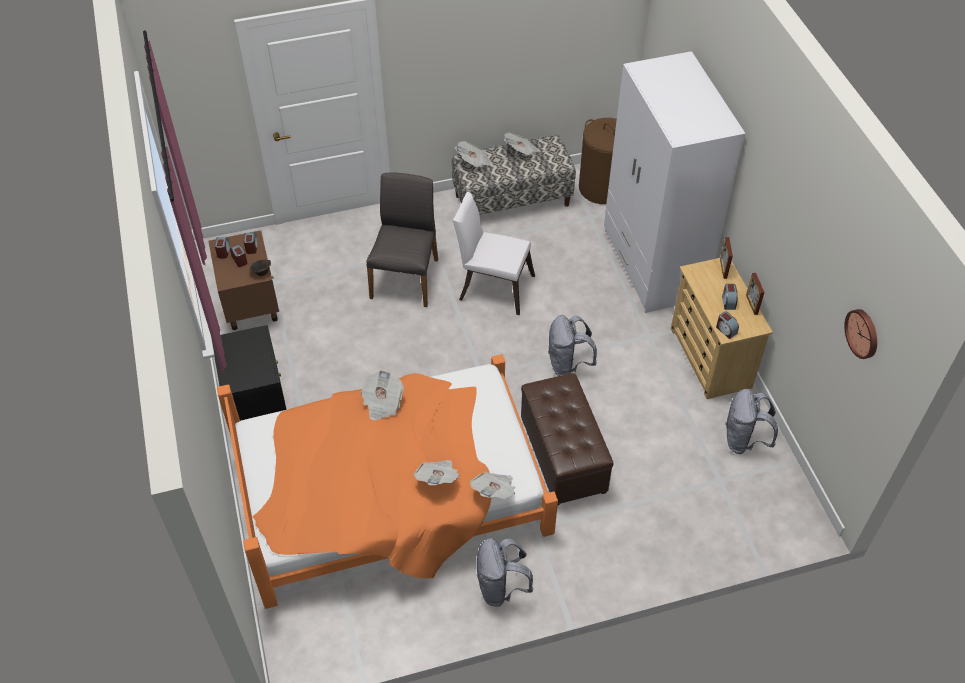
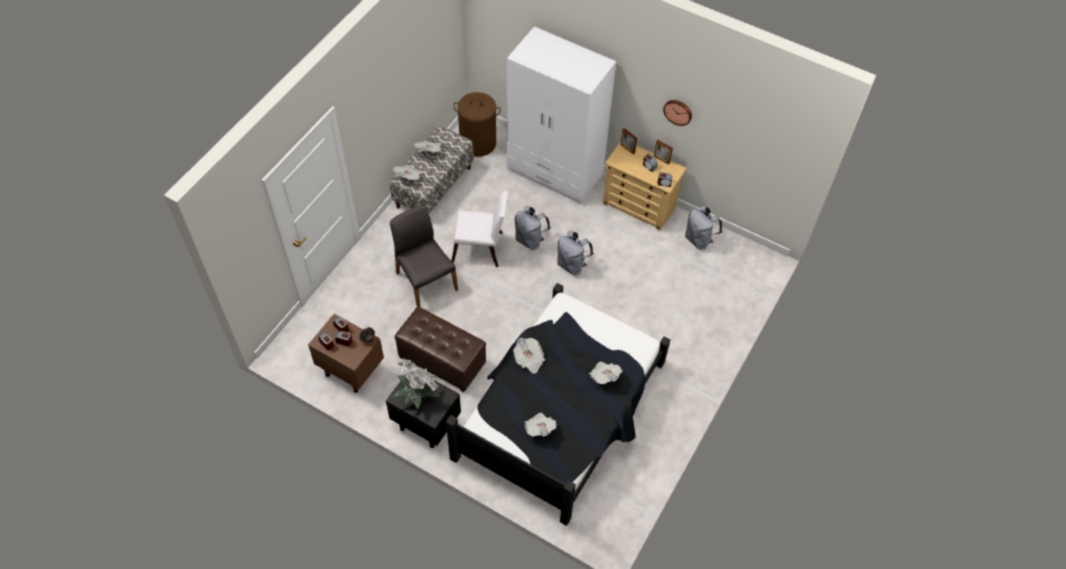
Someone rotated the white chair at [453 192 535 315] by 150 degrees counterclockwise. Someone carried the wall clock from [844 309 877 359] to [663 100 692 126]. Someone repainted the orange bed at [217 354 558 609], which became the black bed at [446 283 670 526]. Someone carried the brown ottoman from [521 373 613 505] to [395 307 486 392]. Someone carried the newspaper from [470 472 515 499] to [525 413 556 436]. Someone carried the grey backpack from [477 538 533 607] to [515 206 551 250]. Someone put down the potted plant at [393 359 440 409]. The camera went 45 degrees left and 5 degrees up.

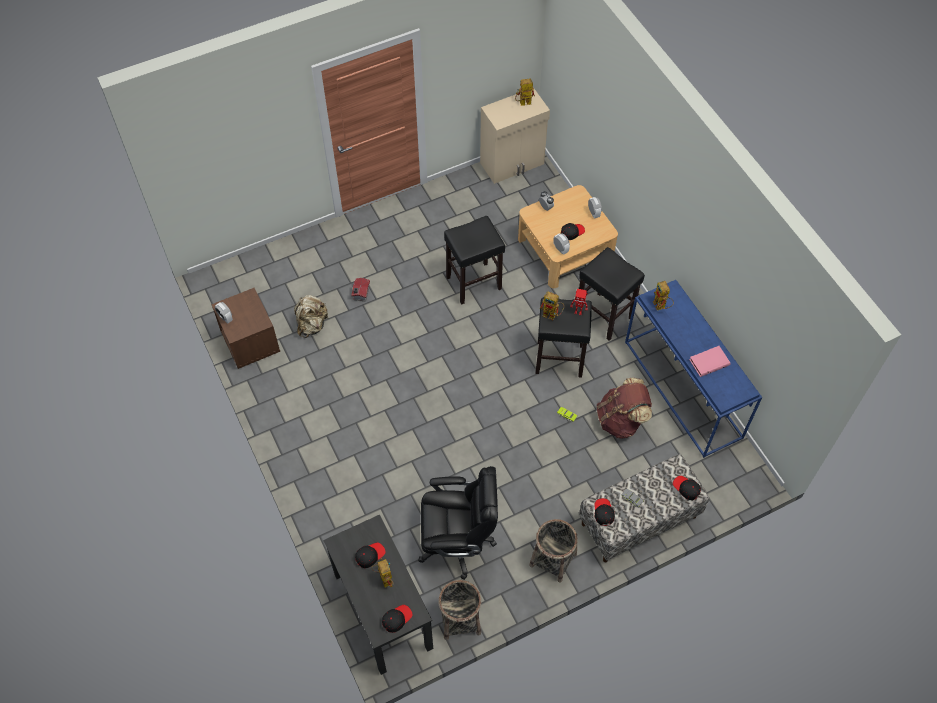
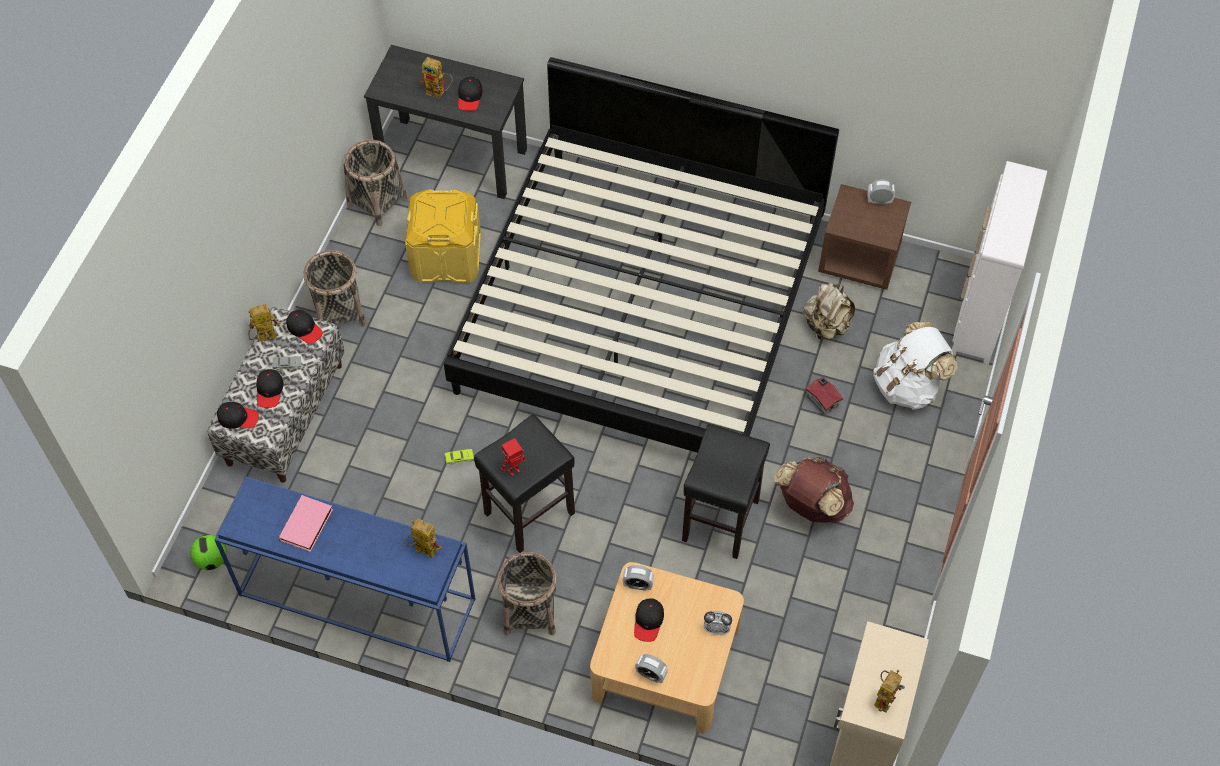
Someone swapped the black stool at [579 247 645 341] for the basket at [498 552 556 636]. Someone carried the toy robot from [539 292 564 320] to [248 304 279 342]. Someone carried the brown backpack from [596 378 652 439] to [774 456 854 523]. Someone swapped the black office chair at [418 466 498 580] for the yellow storage box at [405 189 481 283]. Someone carried the black cap from [382 605 413 633] to [256 369 284 408]. Someone put down the bed at [444 57 839 453]. Someone put down the white dresser at [952 161 1047 365]. Someone put down the white backpack at [873 321 958 410]. Someone put down the football at [190 535 227 570]. The camera went 135 degrees right and 0 degrees up.

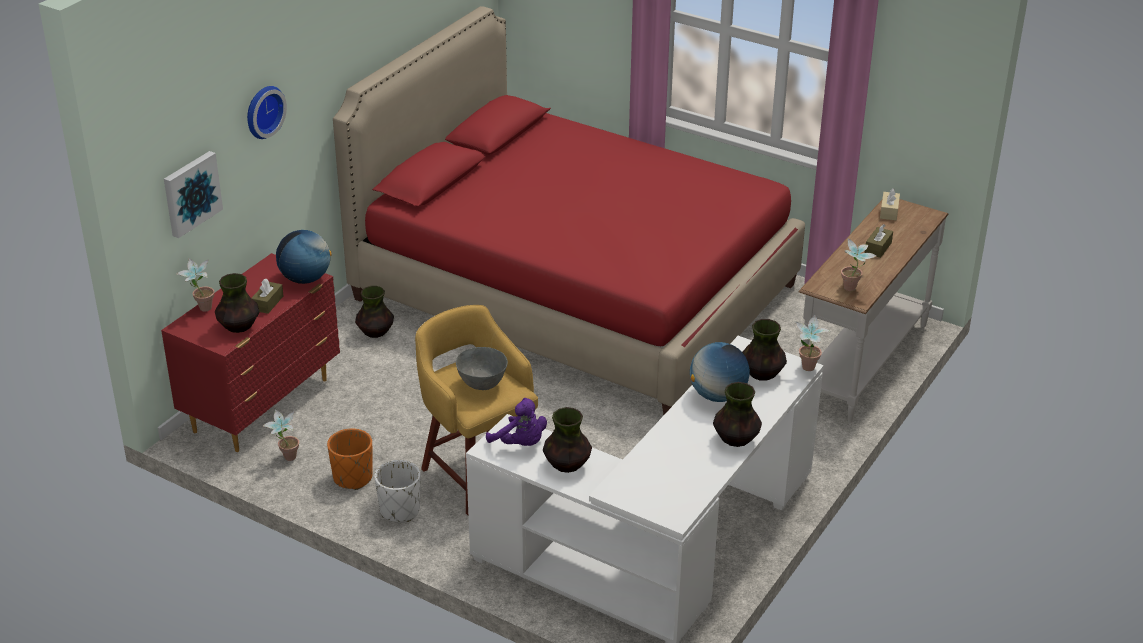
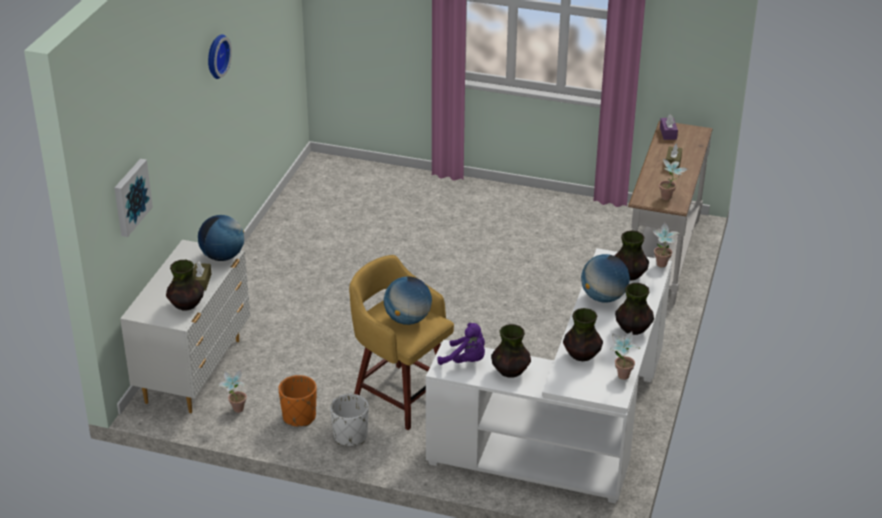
Someone took away the red bed at [333 6 805 415]. Someone carried the wall clock from [247 86 287 139] to [208 34 232 79]. Someone repainted the beige tissue box at [880 188 900 220], which became the purple tissue box at [660 114 678 140]. Someone repainted the red dresser at [161 253 340 452], which became the white dresser at [120 240 250 413]. Someone carried the potted plant from [177 258 215 311] to [610 331 640 380]. Someone carried the vase from [355 286 394 338] to [563 308 603 361]. Someone swapped the grey bowl at [456 347 508 390] for the globe at [384 276 432 325]. The camera went 15 degrees left and 0 degrees up.

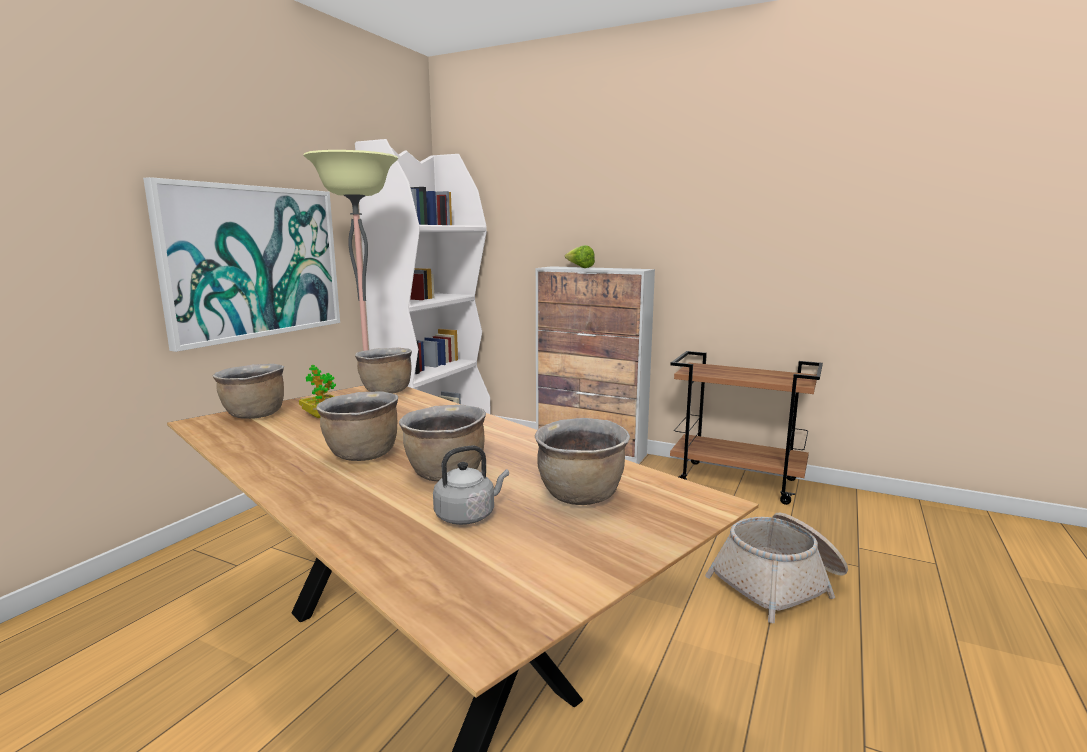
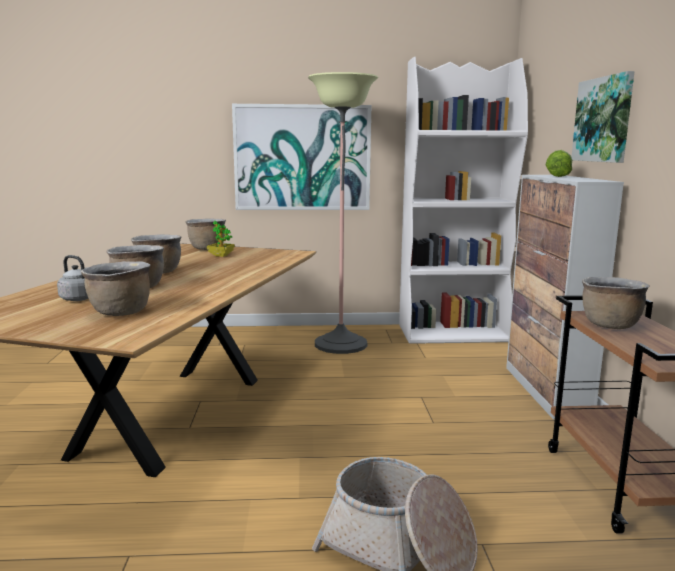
Someone carried the brown cooking pot from [355 348 412 393] to [582 277 650 329]. Someone put up the picture at [572 71 635 163]. The camera went 60 degrees right and 0 degrees up.

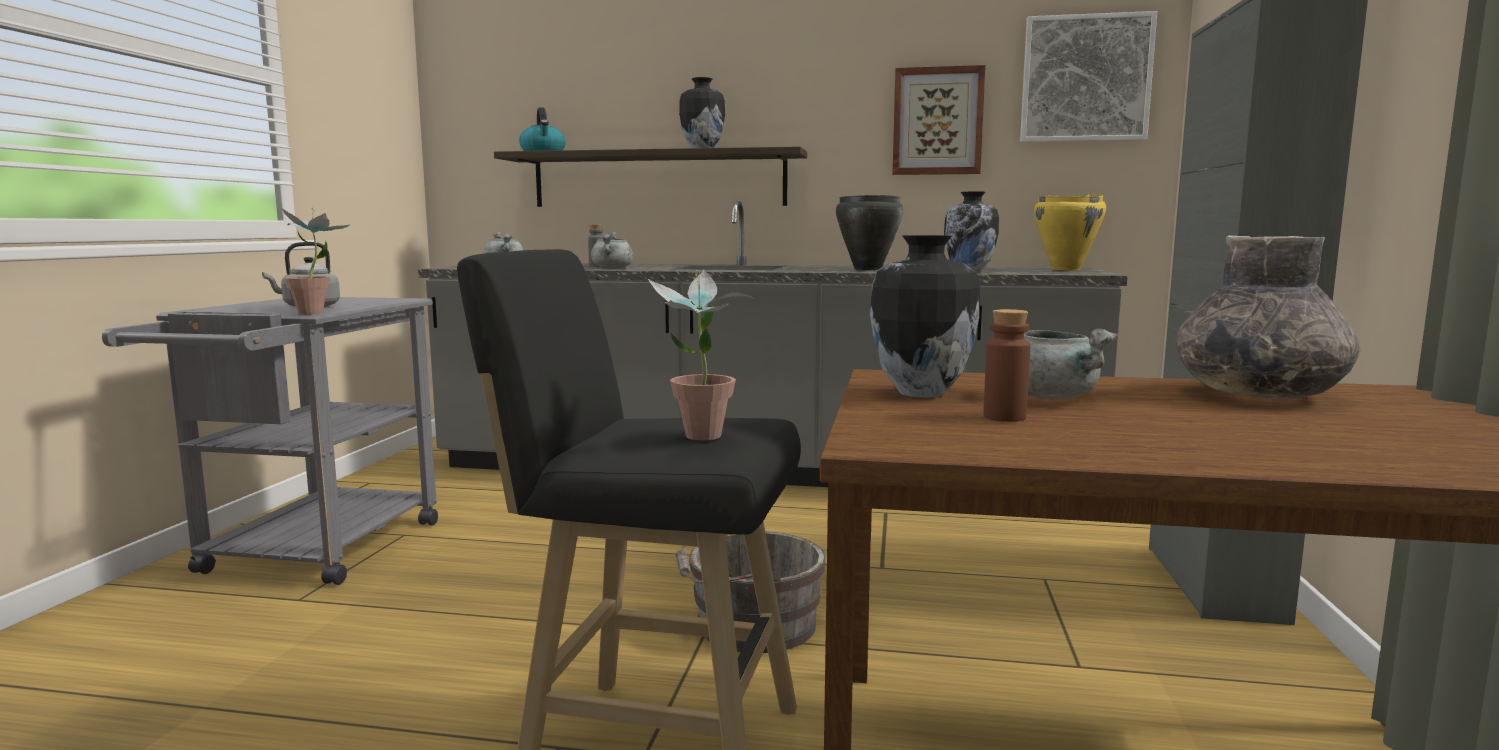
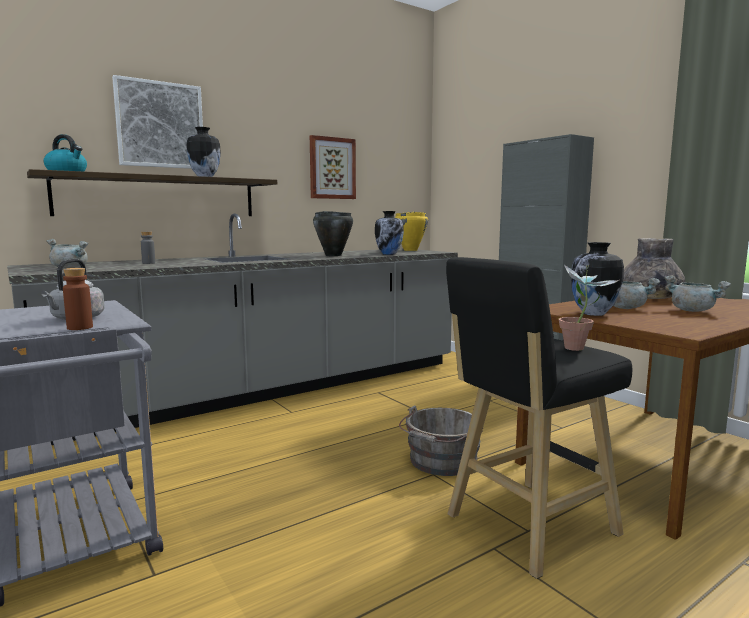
Someone carried the picture from [1020 11 1157 142] to [112 75 203 169]. Someone took away the potted plant at [282 207 352 315]. Someone carried the grey cooking pot from [591 232 633 269] to [664 275 731 312]. Someone carried the brown bottle from [983 309 1031 422] to [63 268 93 330]. The camera went 45 degrees left and 0 degrees up.

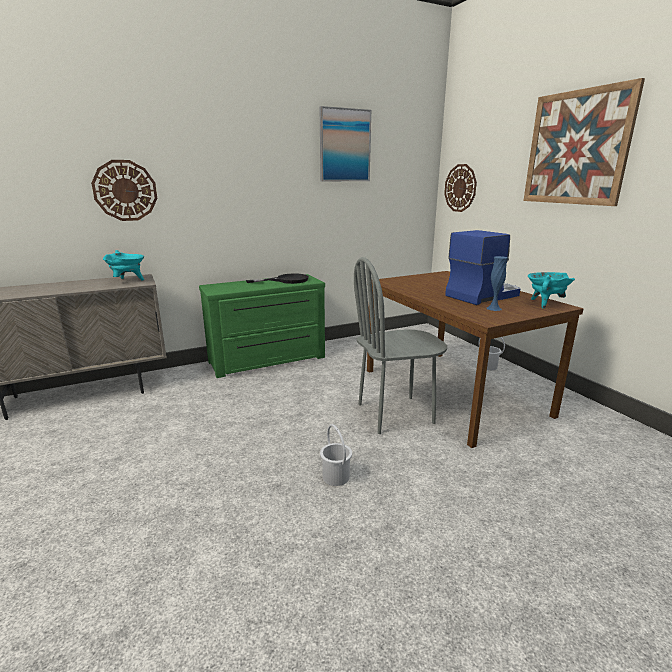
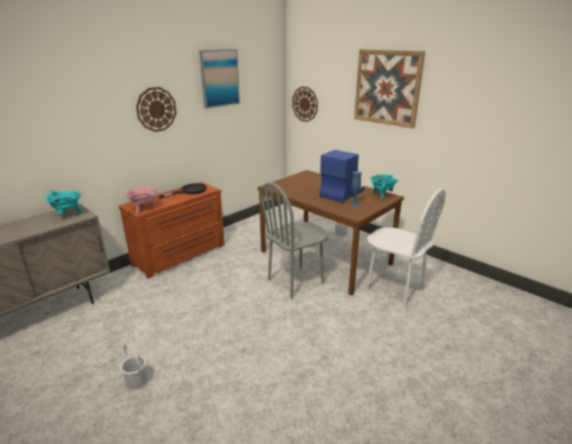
Someone carried the wall clock from [91 160 157 221] to [136 87 176 132]. Someone repainted the green dresser at [199 274 325 378], which became the brown dresser at [119 182 225 279]. Someone carried the white bucket from [320 424 352 486] to [120 344 148 390]. Someone put down the pink cooking pot at [125 186 158 214]. Someone put down the white chair at [366 188 446 308]. The camera went 20 degrees left and 5 degrees up.

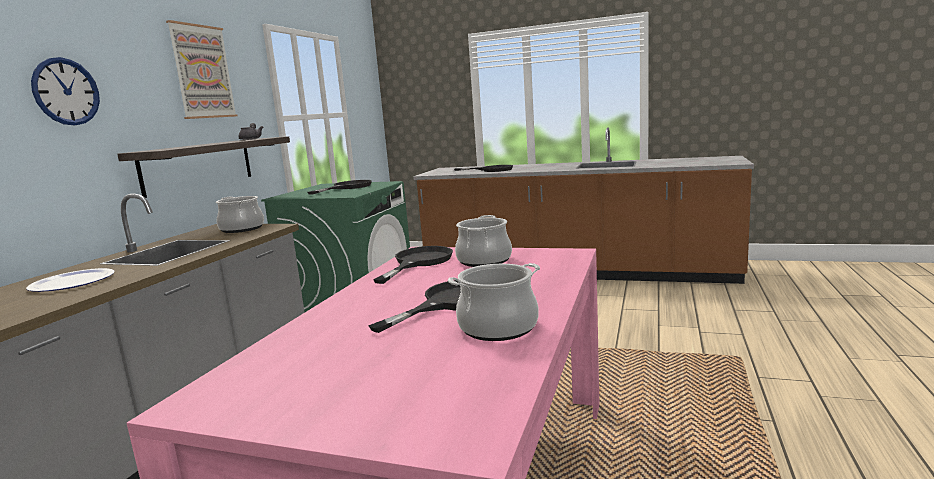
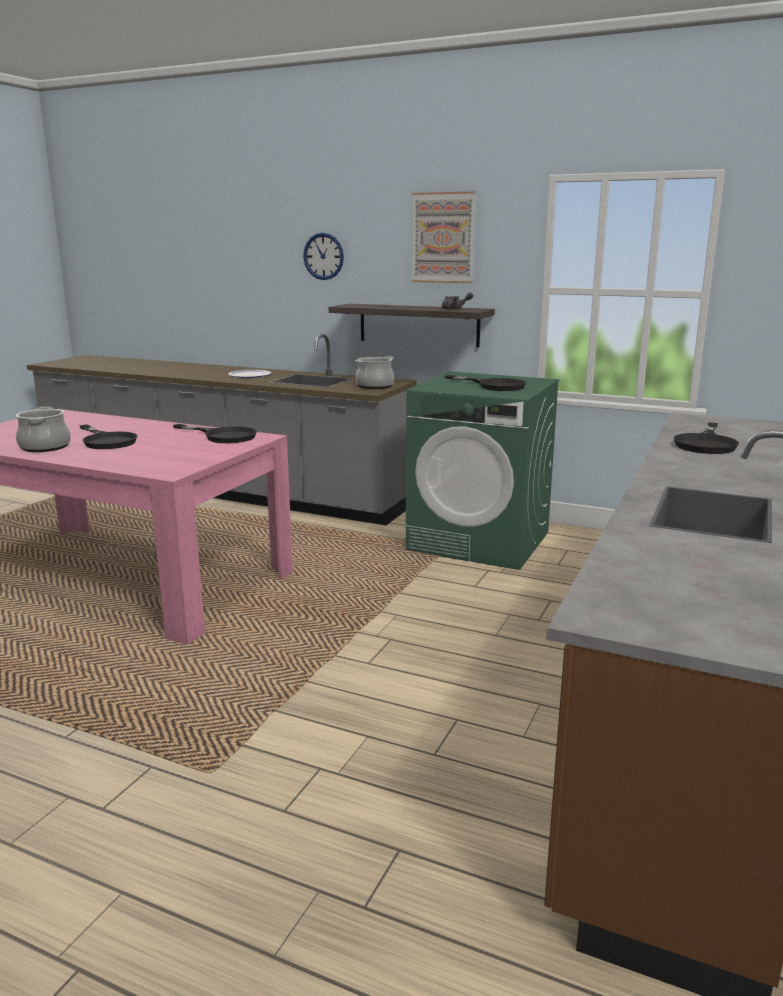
Someone took away the cooking pot at [455 215 512 267]. The camera went 95 degrees right and 5 degrees up.

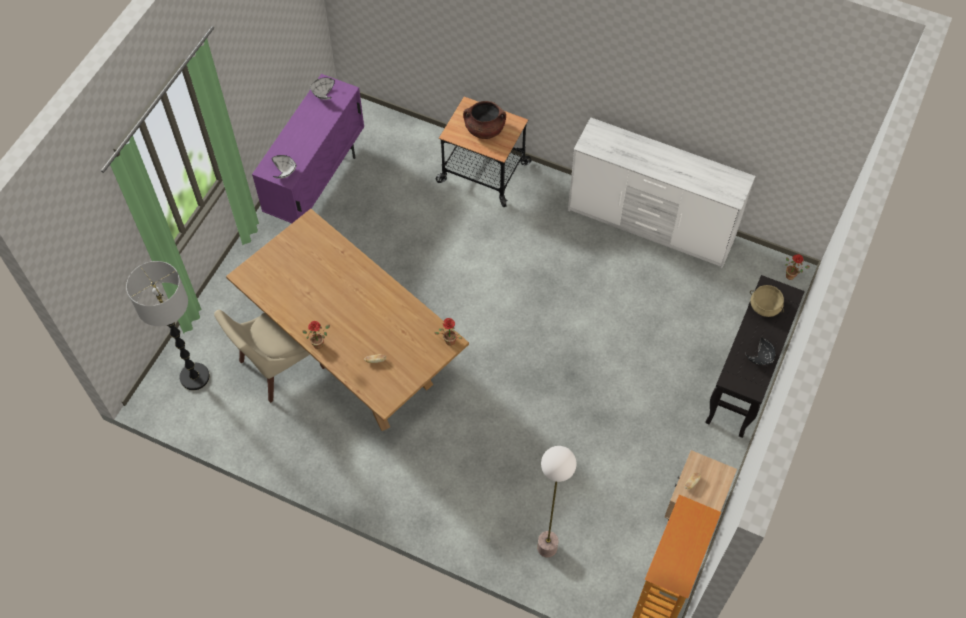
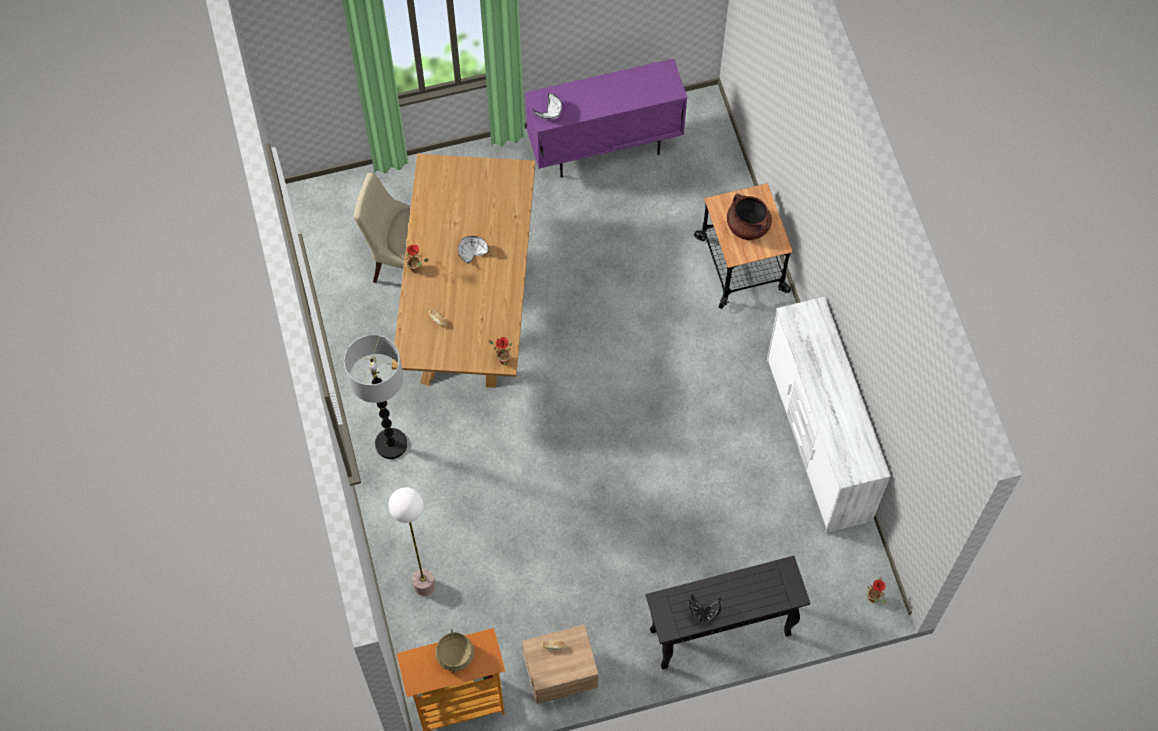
Someone carried the white bowl from [310 77 335 100] to [458 236 489 264]. Someone carried the floor lamp from [126 261 210 390] to [344 335 407 459]. Someone carried the beige cooking pot from [750 285 784 317] to [435 629 474 674]. The camera went 50 degrees right and 5 degrees up.

